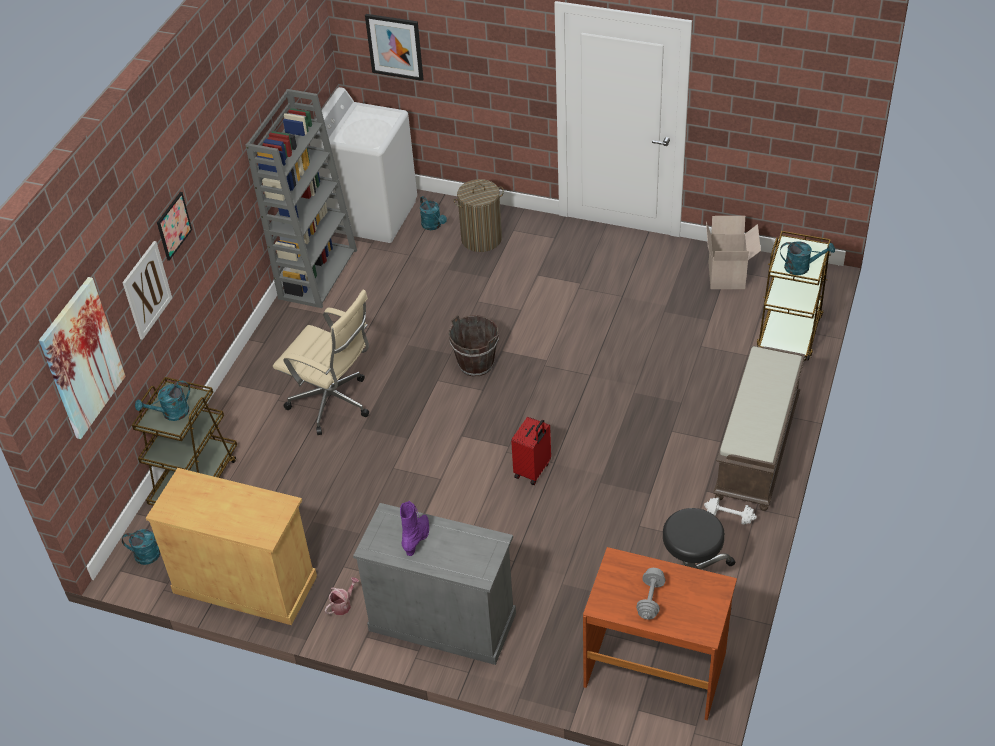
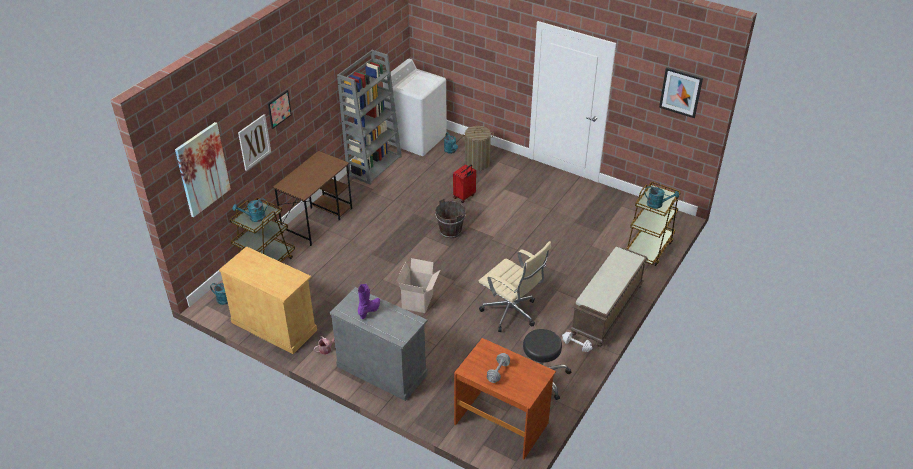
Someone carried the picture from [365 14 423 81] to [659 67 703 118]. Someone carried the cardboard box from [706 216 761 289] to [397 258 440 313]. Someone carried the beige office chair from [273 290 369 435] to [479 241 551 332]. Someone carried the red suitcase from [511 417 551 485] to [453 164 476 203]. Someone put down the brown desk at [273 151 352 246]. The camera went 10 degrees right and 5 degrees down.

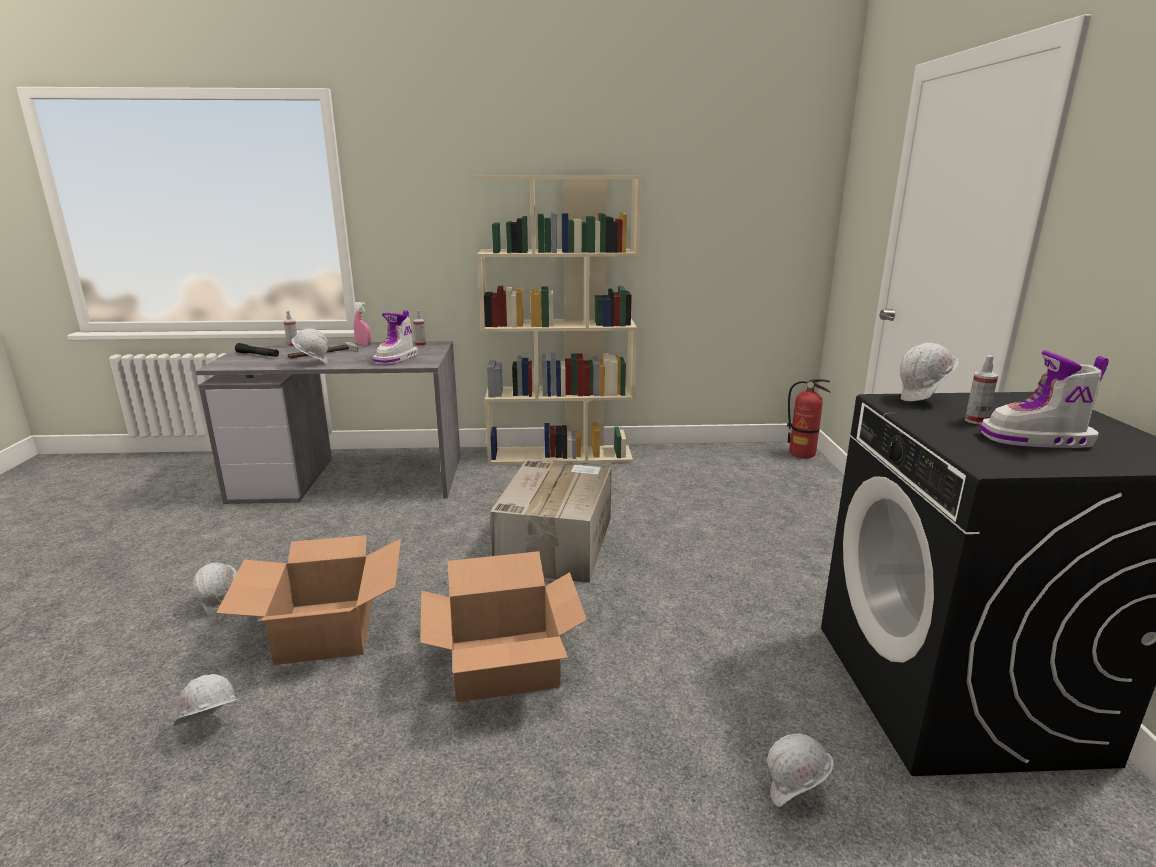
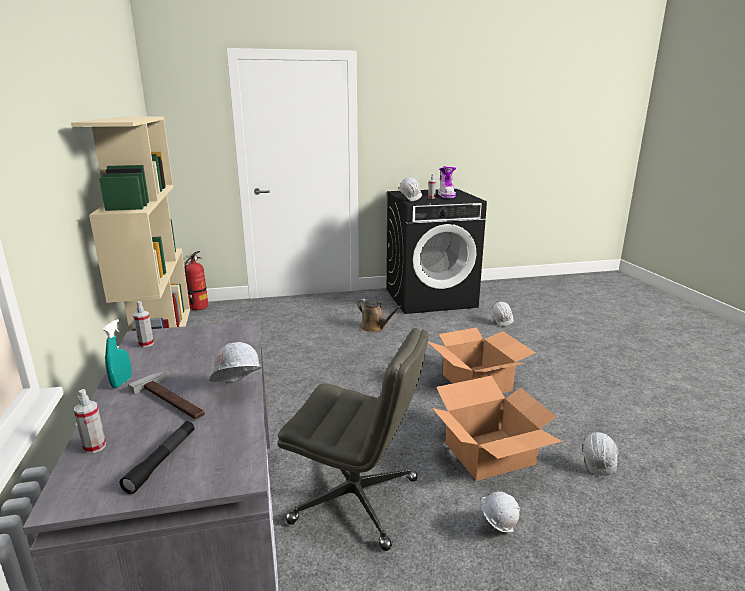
Someone repainted the pink spray bottle at [354 302 371 346], which became the turquoise spray bottle at [103 319 132 388]. Someone took away the boot at [372 310 418 365]. Someone took away the cardboard box at [490 458 612 583]. Someone put down the brown watering can at [357 299 402 332]. Someone put down the grey office chair at [277 328 429 551]. The camera went 100 degrees left and 0 degrees up.

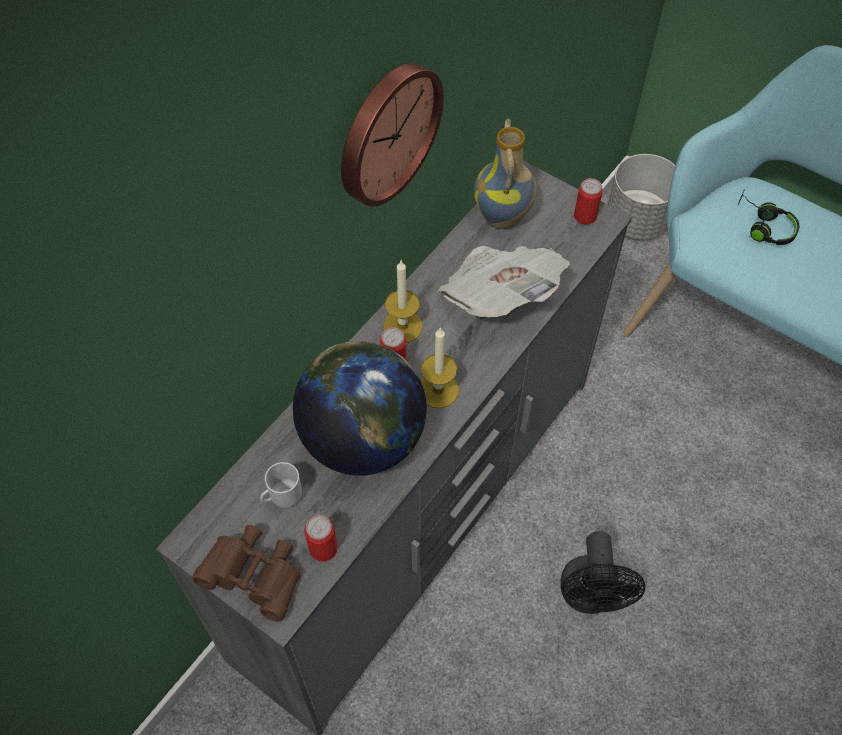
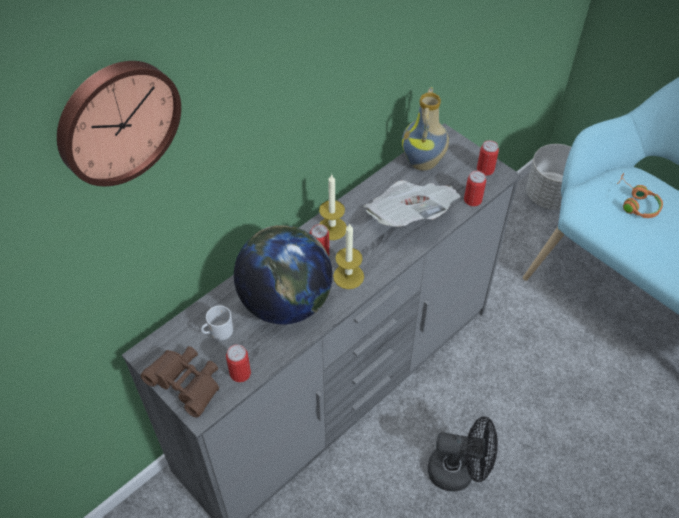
Someone carried the wall clock from [341 63 444 207] to [57 61 181 186]. Someone repainted the black headphones at [738 189 799 245], which became the orange headphones at [617 173 663 218]. Someone rotated the black fan at [560 531 646 614] by 90 degrees counterclockwise. Someone put down the can at [464 171 486 206]. The camera went 10 degrees right and 5 degrees down.

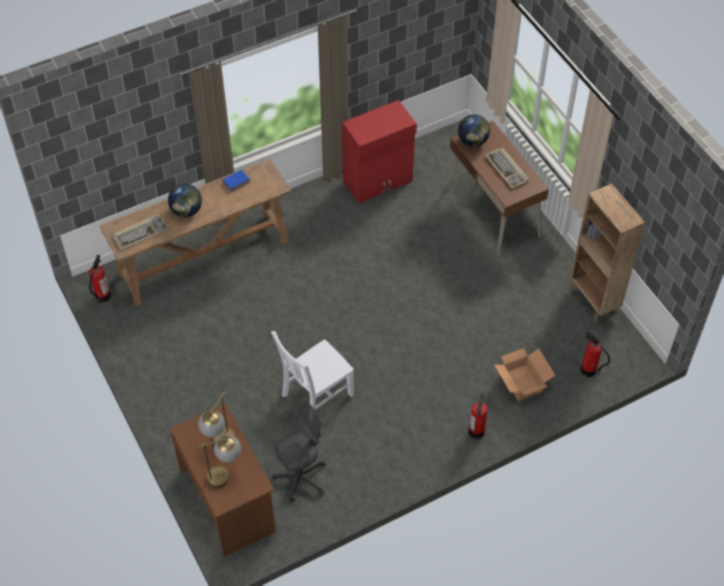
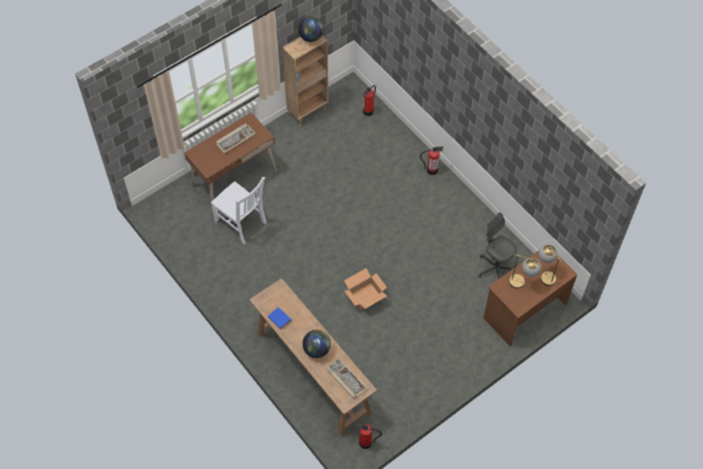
Someone took away the red cabinet at [342 100 417 203]. Someone carried the globe from [458 114 490 147] to [298 16 324 42]. Someone carried the white chair from [271 331 354 410] to [211 177 267 244]. Someone carried the cardboard box from [495 348 556 401] to [344 268 387 310]. The camera went 100 degrees left and 5 degrees up.

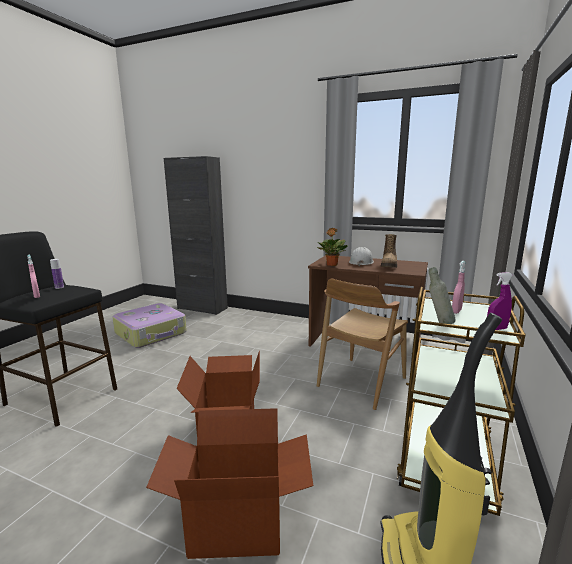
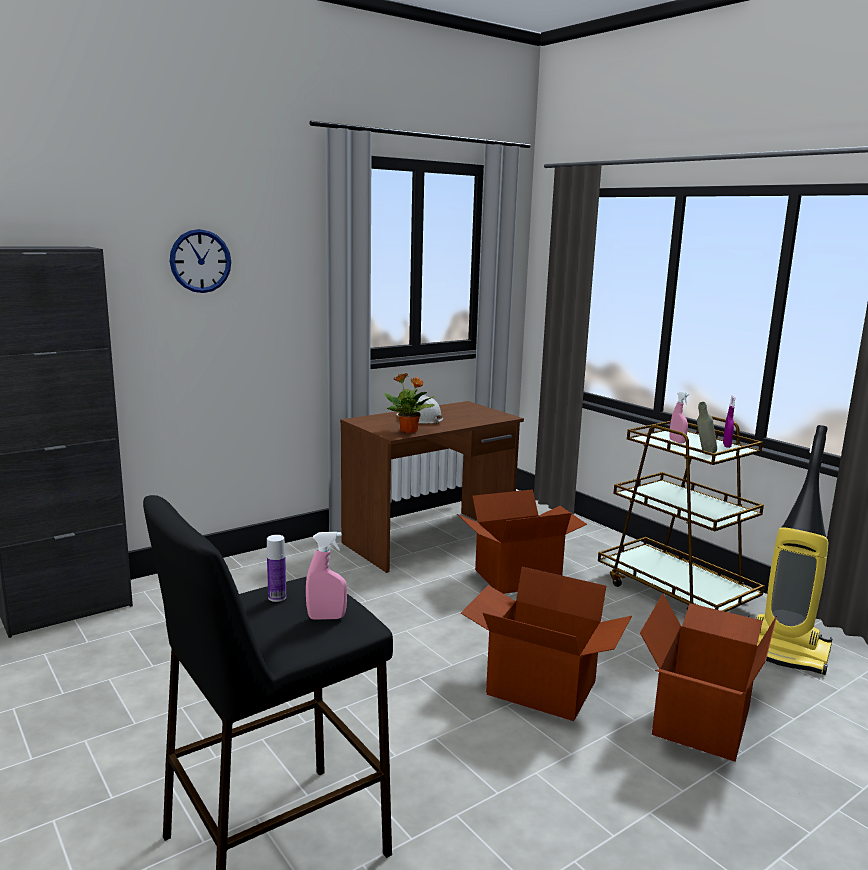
Someone took away the boot at [381 234 397 268]. Someone swapped the brown chair at [317 279 408 410] for the cardboard box at [457 489 587 594]. Someone took away the suitcase at [112 303 187 348]. Someone put up the wall clock at [170 229 231 293]. The camera went 60 degrees left and 0 degrees up.

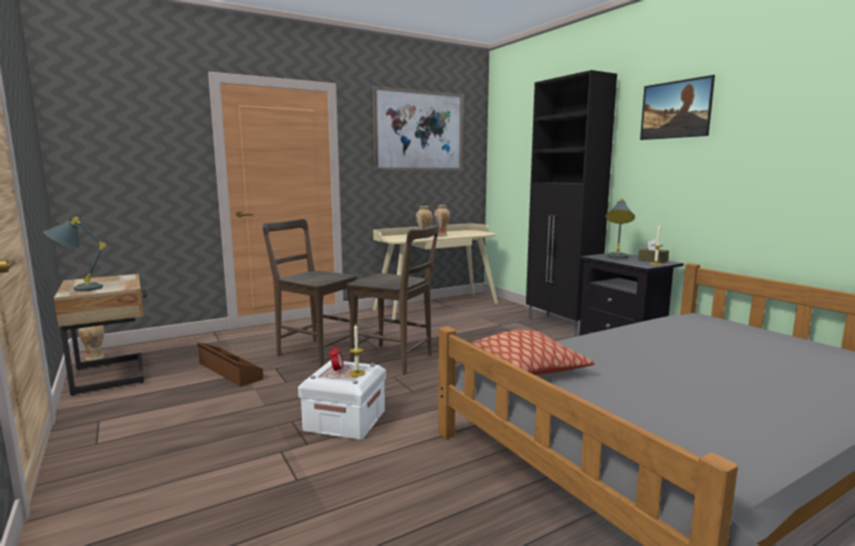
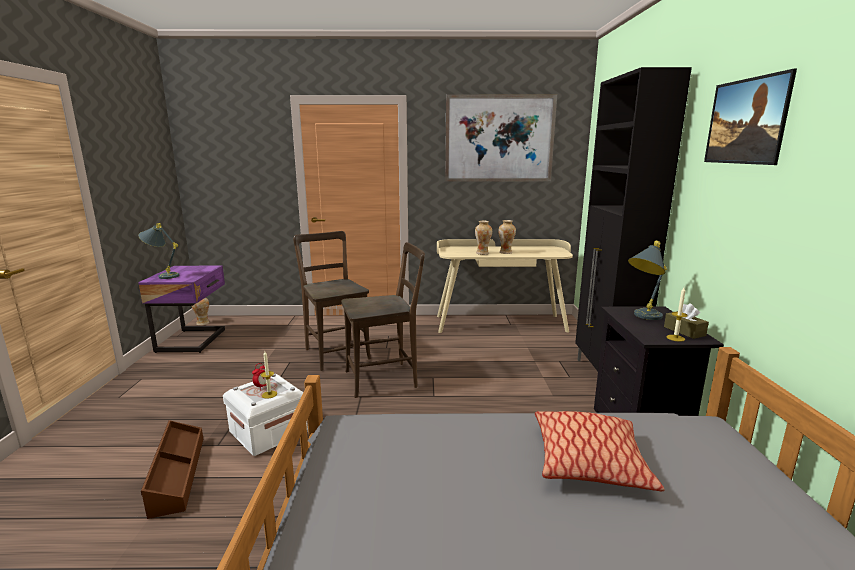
Someone rotated the brown chair at [347 224 439 374] by 75 degrees counterclockwise. Someone repainted the beige nightstand at [54 274 148 396], which became the purple nightstand at [138 265 225 353]. Someone carried the pillow from [471 330 595 375] to [535 411 665 491]. Someone carried the brown storage box from [197 342 263 387] to [141 420 203 519]. The camera went 30 degrees right and 5 degrees up.

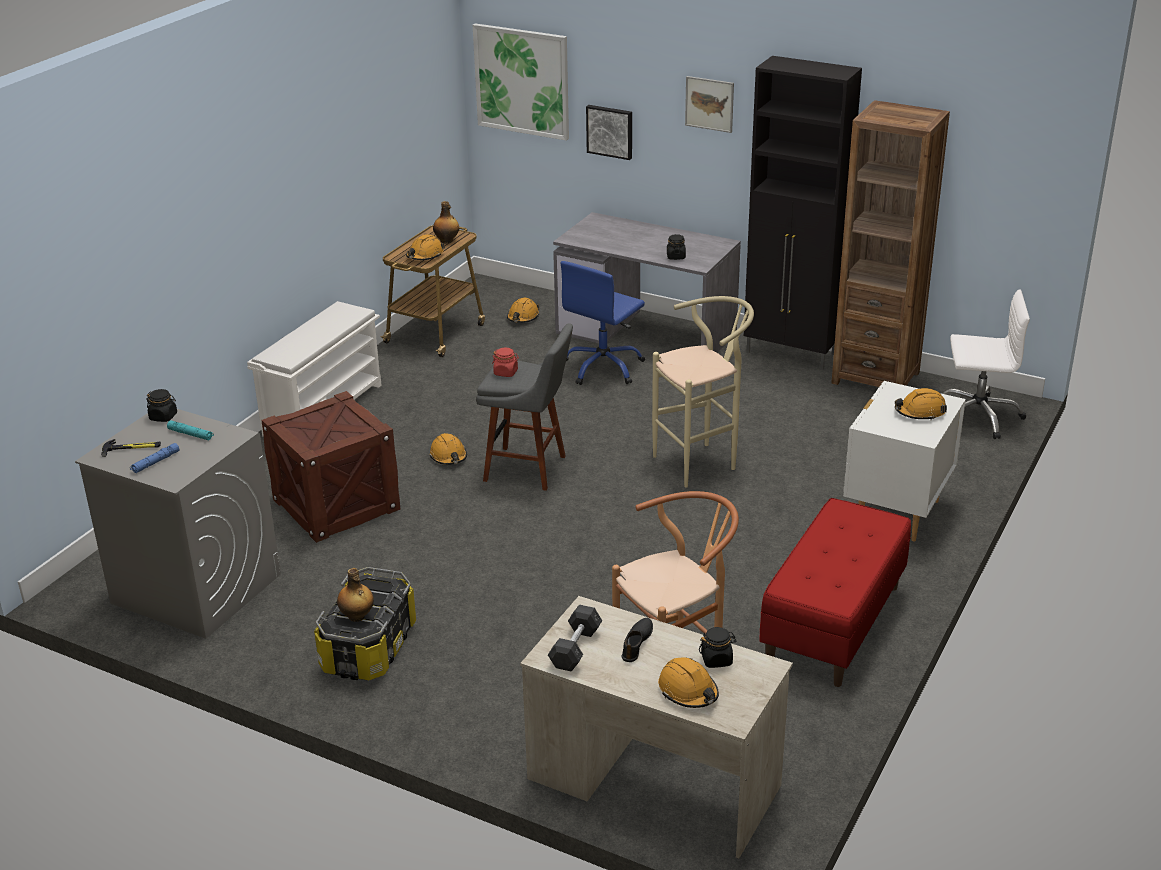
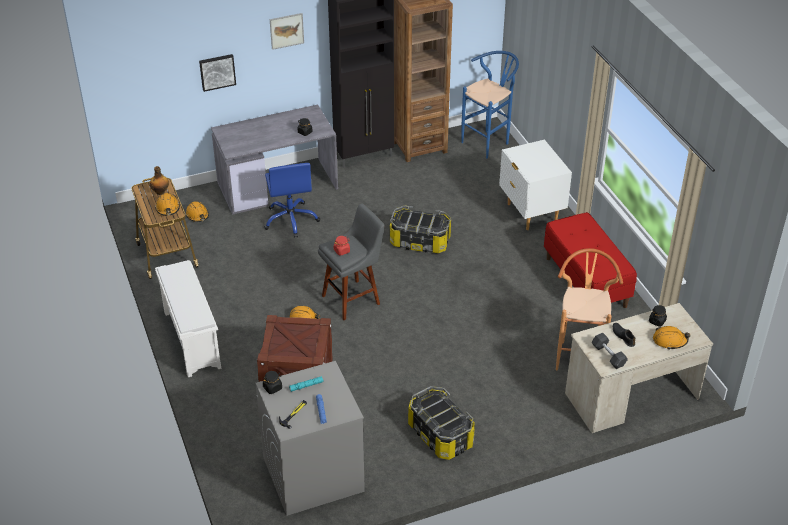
Someone took away the picture at [473 23 569 141]. Someone swapped the white office chair at [942 290 1030 439] for the blue stool at [461 51 519 159]. Someone swapped the beige stool at [652 296 754 488] for the storage box at [390 205 451 253]. Someone took away the orange hard hat at [895 388 947 421]. Someone took away the bottle at [337 568 374 622]. The camera went 50 degrees left and 10 degrees up.

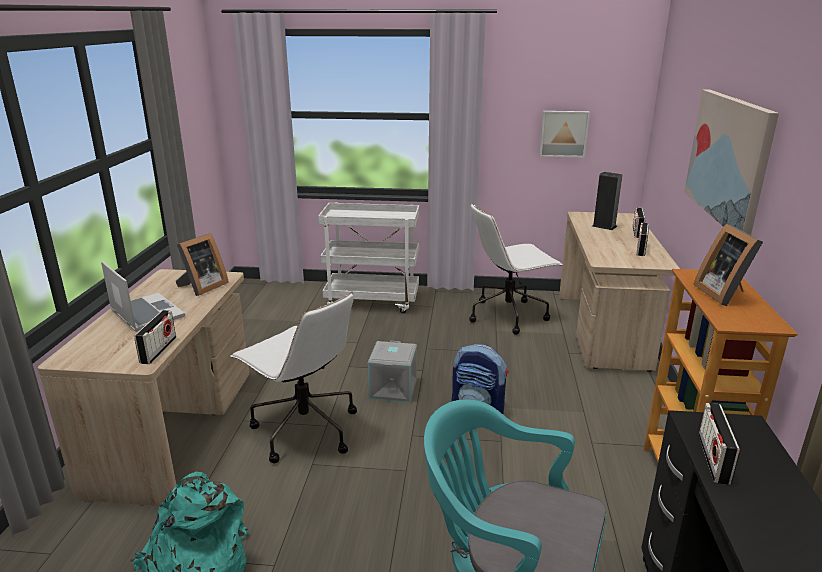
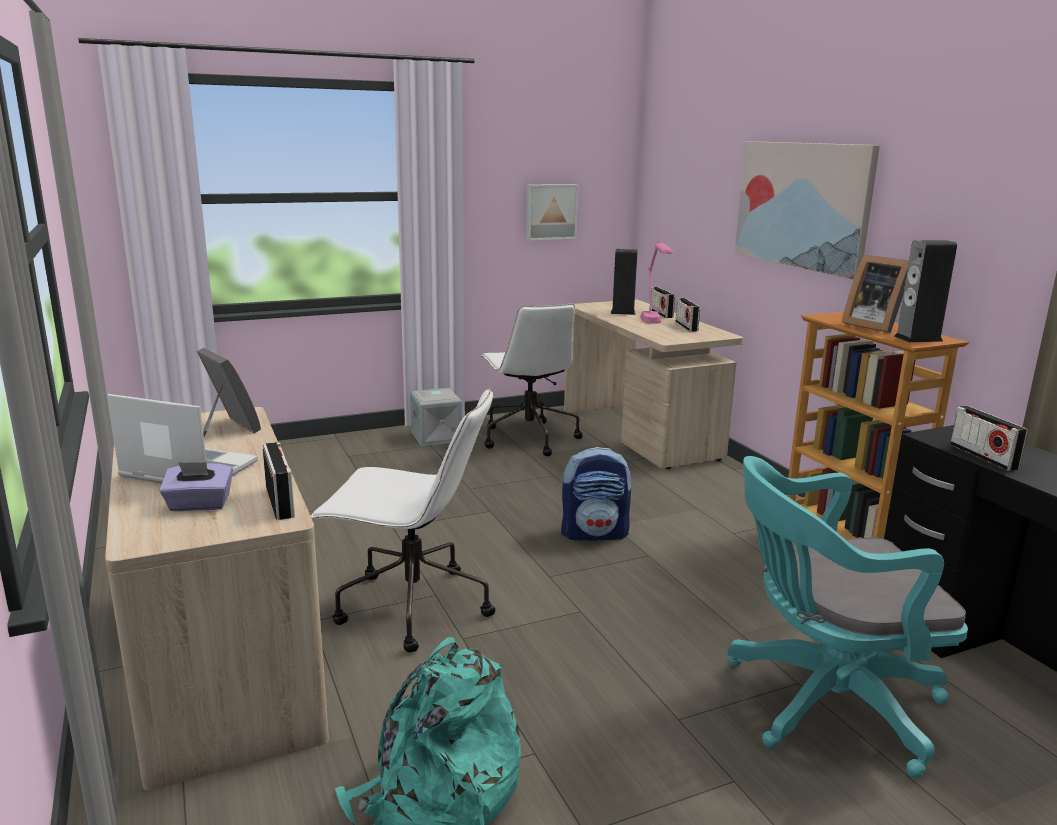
Someone took away the white cart at [318 203 419 313]. Someone rotated the white office chair at [469 203 562 335] by 60 degrees counterclockwise. Someone rotated the picture frame at [176 233 229 296] by 45 degrees counterclockwise. Someone carried the grey storage box from [368 341 417 403] to [410 388 462 446]. Someone put down the pink table lamp at [640 239 673 324]. Someone put down the speaker at [894 240 957 342]. Someone put down the purple tissue box at [159 462 233 511]. The camera went 30 degrees left and 5 degrees down.

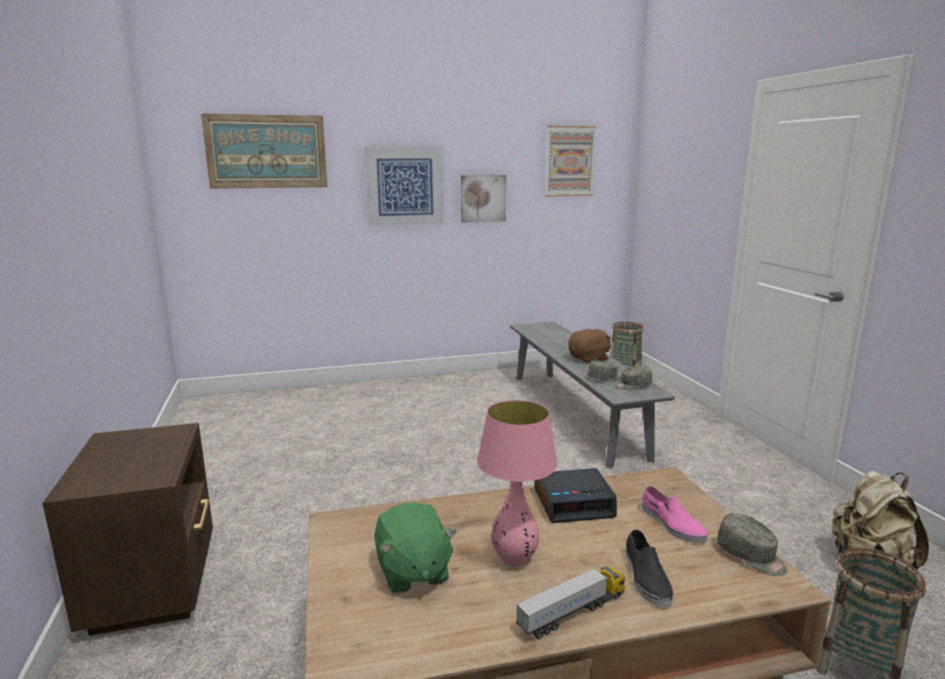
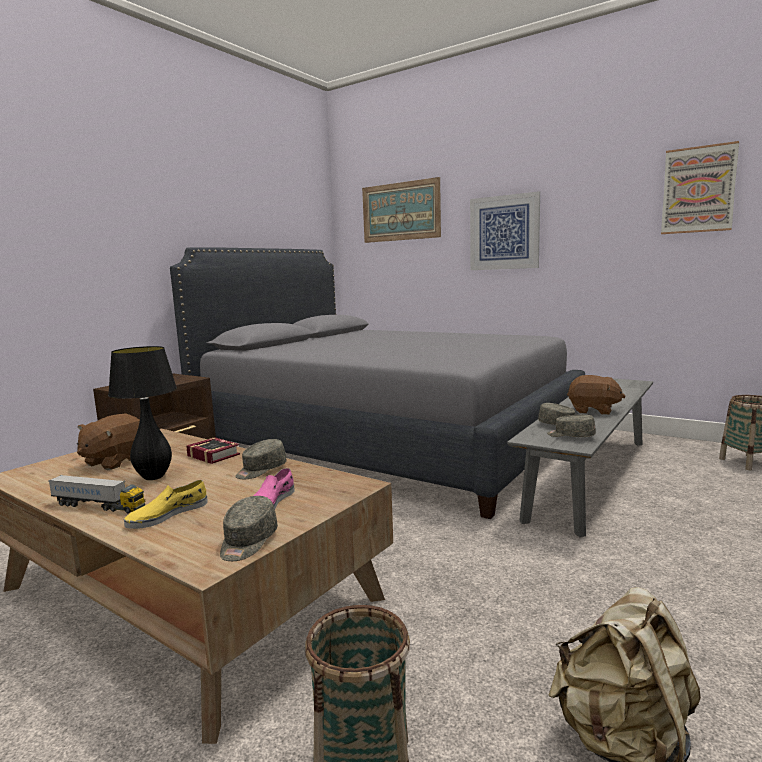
Someone took away the picture at [461 175 506 223]. Someone repainted the pink table lamp at [477 400 558 567], which became the black table lamp at [108 346 177 480]. Someone swapped the alarm clock at [534 468 617 523] for the grey cap at [235 439 287 479]. Someone repainted the green plush toy at [374 503 456 594], which became the brown plush toy at [77 413 140 470]. Someone repainted the black shoe at [626 530 674 607], which became the yellow shoe at [124 480 208 529]. Someone put down the grey bed at [170 247 585 519]. Someone put down the book at [186 437 240 464]. The camera went 50 degrees right and 5 degrees down.

